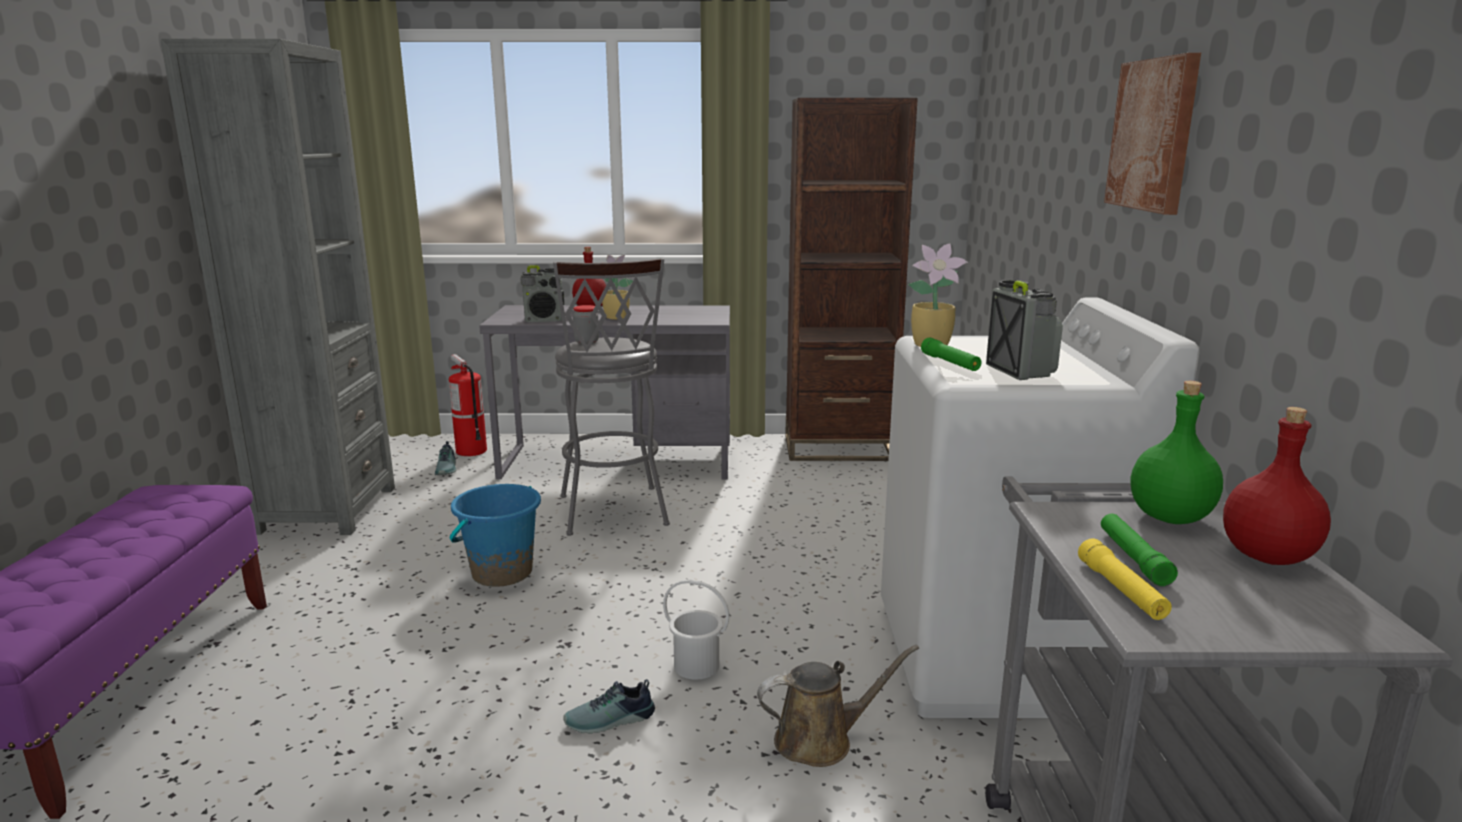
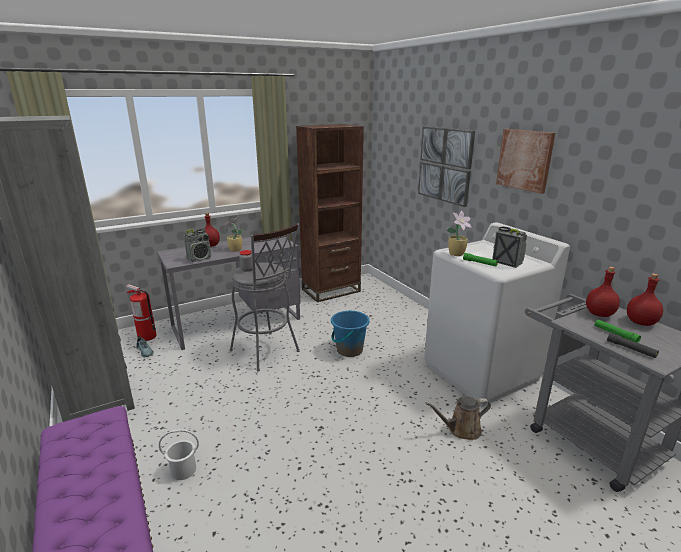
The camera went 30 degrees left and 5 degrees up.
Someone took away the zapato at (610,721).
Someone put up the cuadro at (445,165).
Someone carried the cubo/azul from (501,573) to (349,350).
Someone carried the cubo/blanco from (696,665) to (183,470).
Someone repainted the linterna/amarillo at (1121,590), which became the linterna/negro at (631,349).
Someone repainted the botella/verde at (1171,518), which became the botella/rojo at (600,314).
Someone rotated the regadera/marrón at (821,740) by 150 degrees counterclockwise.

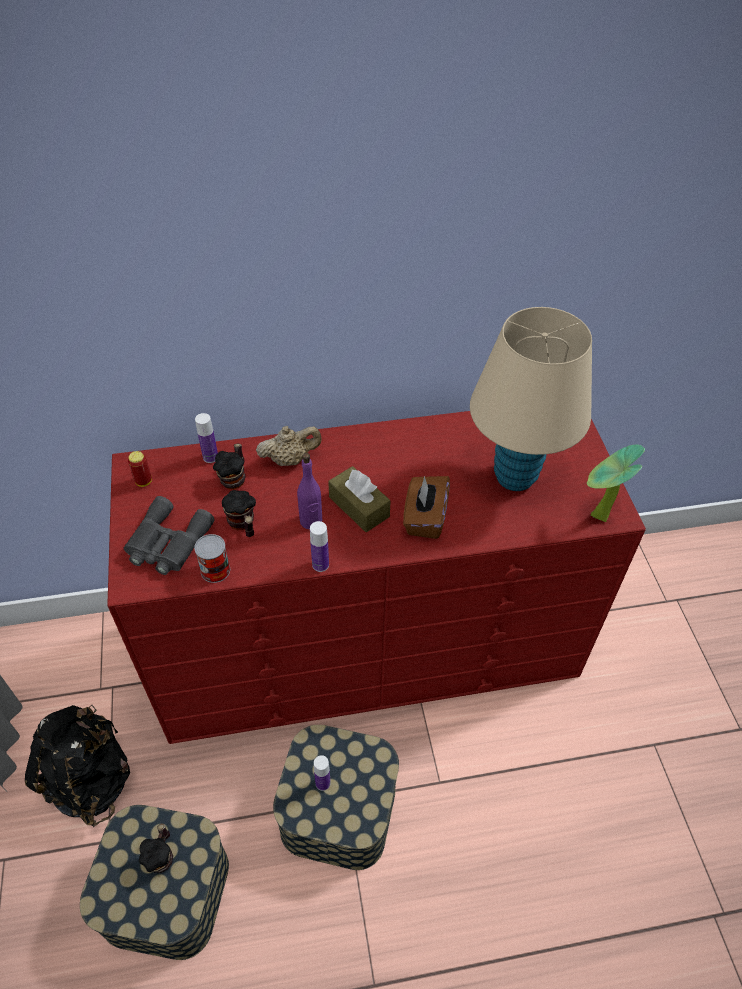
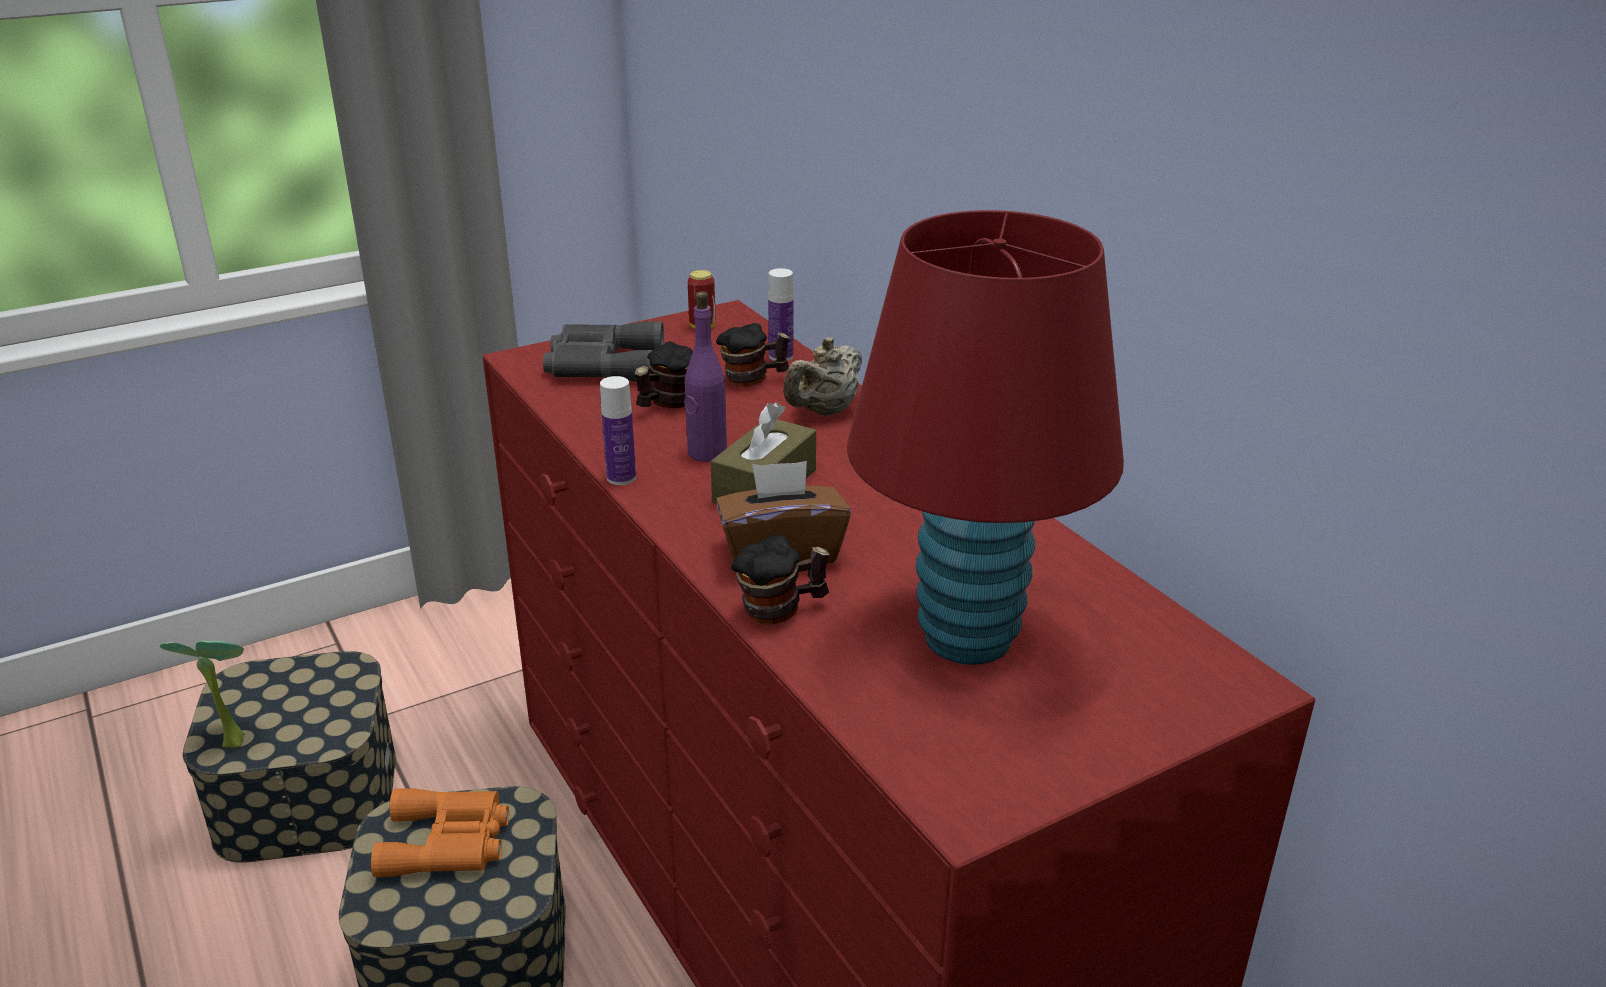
The camera went 70 degrees right and 20 degrees down.
Someone took away the mochila/negro at (91,779).
Someone took away the lata at (215,570).
Someone carried the taza grande from (162,856) to (781,610).
Someone carried the planta en maceta from (596,518) to (231,739).
Someone swapped the botella at (323,783) for the prismáticos/naranja at (448,842).
Someone repainted the lámpara de mesa/beis at (514,477), which became the lámpara de mesa/rojo at (967,638).
Someone rotated the tetera/beis at (290,459) by 75 degrees clockwise.

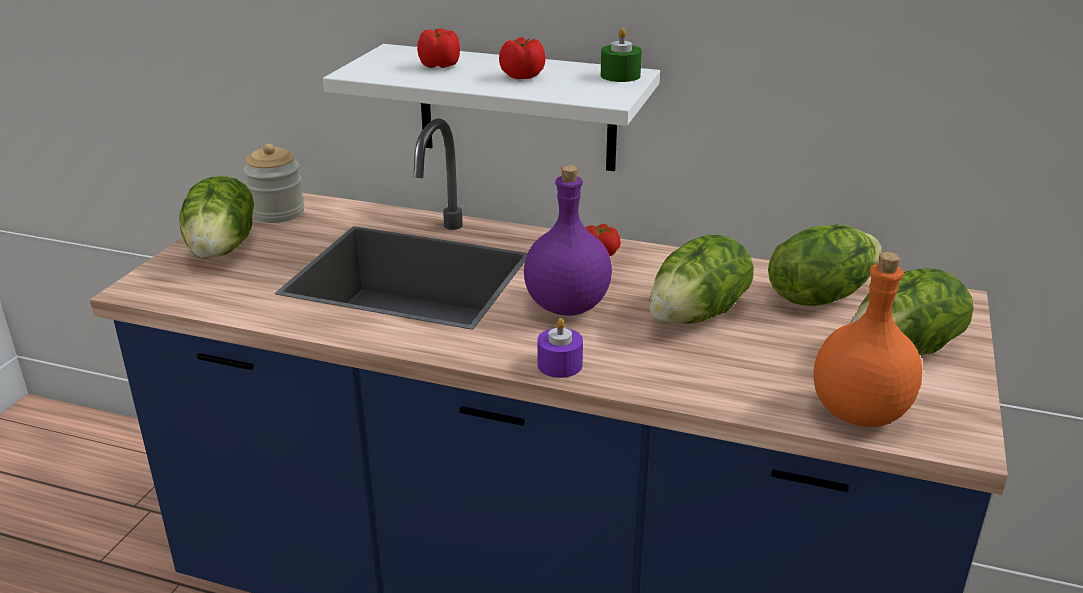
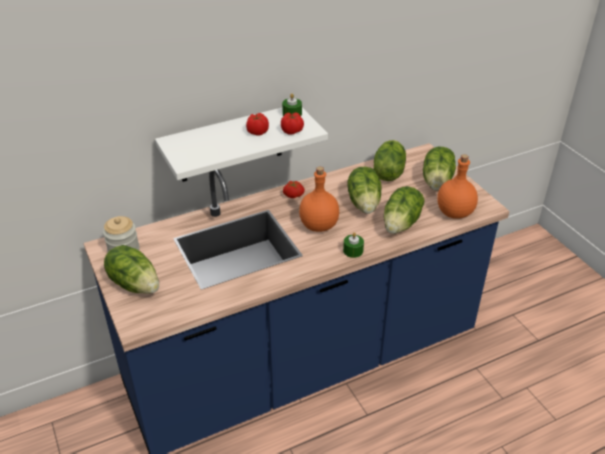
The camera went 45 degrees left and 10 degrees up.
Someone put down the lechuga at (402,224).
Someone carried the tomate from (440,66) to (292,131).
Someone repainted the botella/morado at (568,306), which became the botella/naranja at (319,225).
Someone repainted the vela/morado at (559,365), which became the vela/verde at (353,251).

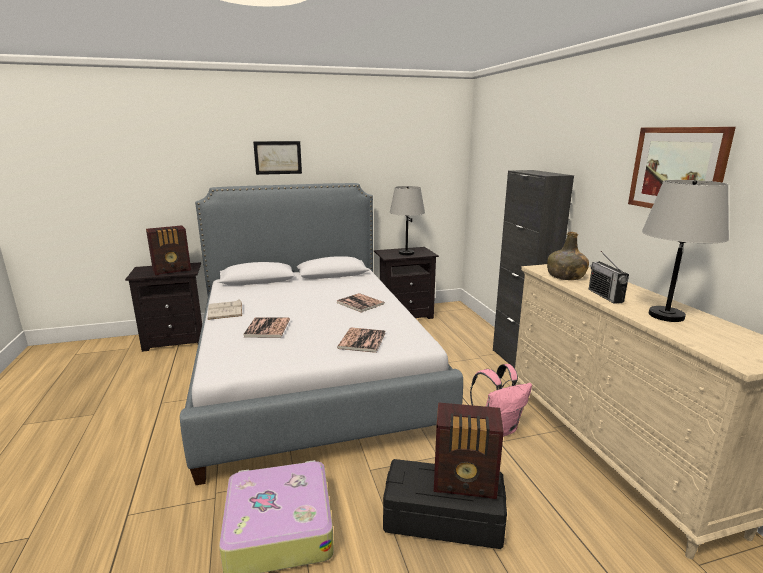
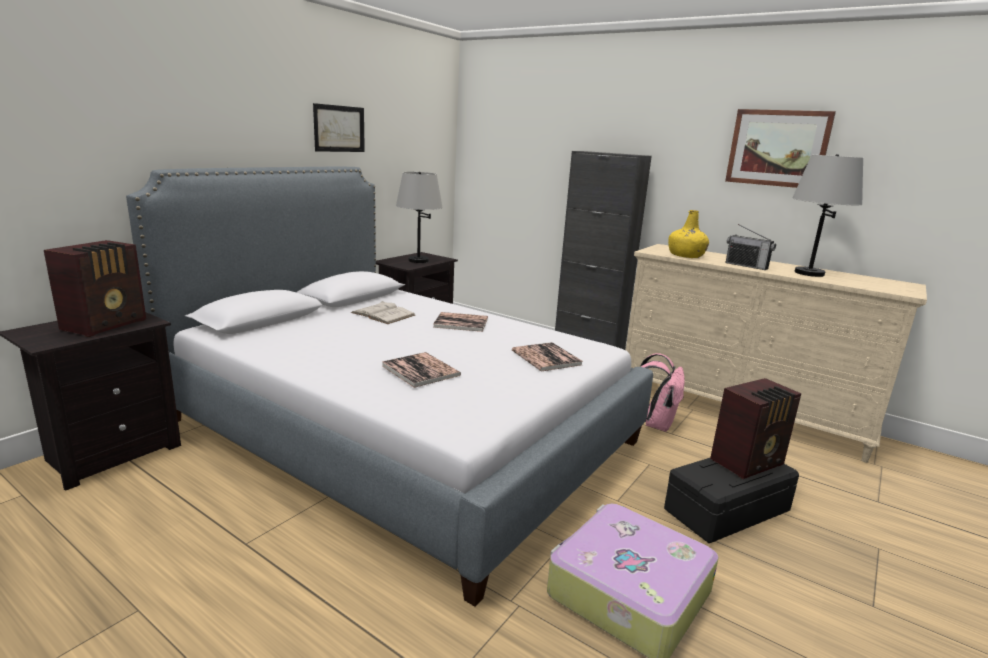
The camera went 40 degrees left and 0 degrees up.
Someone carried the libro/blanco from (225,310) to (383,314).
Someone carried the cuadro from (278,157) to (339,128).
Someone repainted the botella/verde at (565,276), which became the botella/amarillo at (686,255).

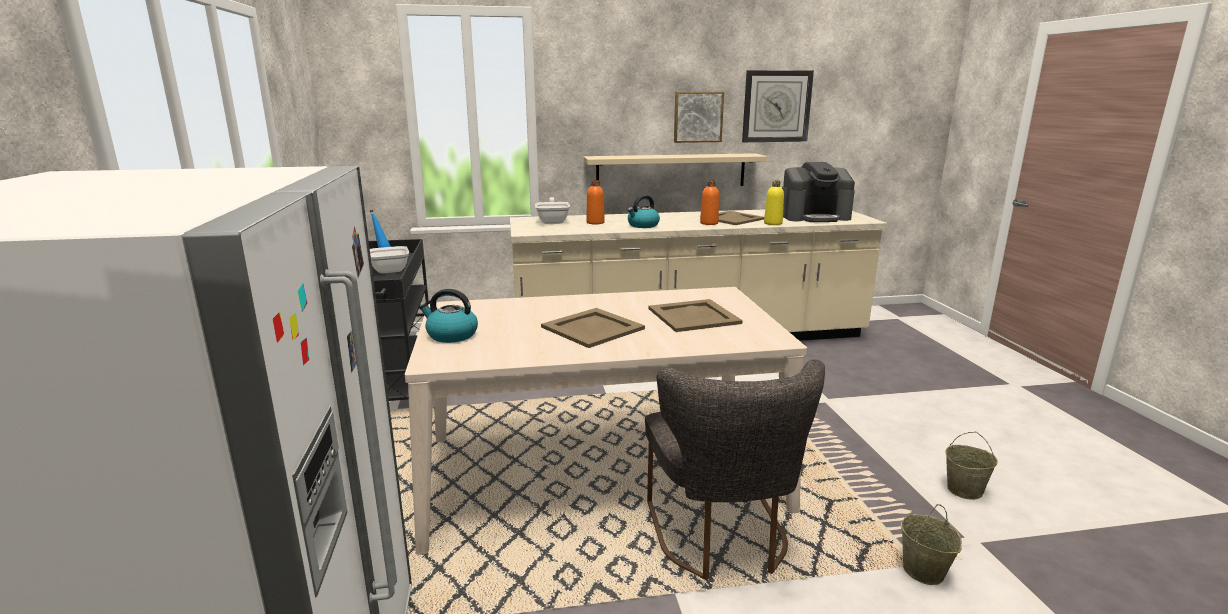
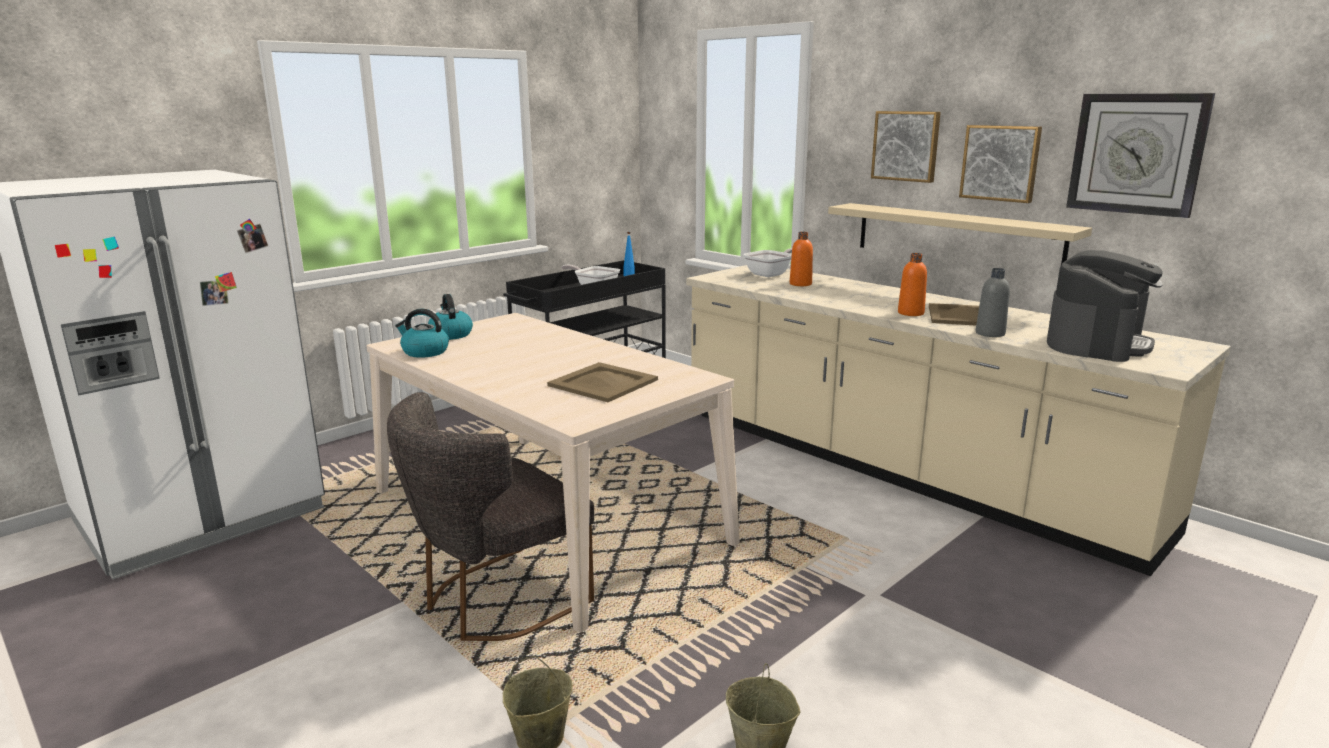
The camera went 55 degrees right and 0 degrees up.
Someone took away the bandeja/beis at (592,327).
Someone put up the cuadro at (906,146).
Someone carried the hervidor from (643,225) to (424,352).
Someone repainted the botella/amarillo at (773,223), which became the botella/gris at (990,333).
Someone rotated the cafetera at (814,217) by 105 degrees counterclockwise.

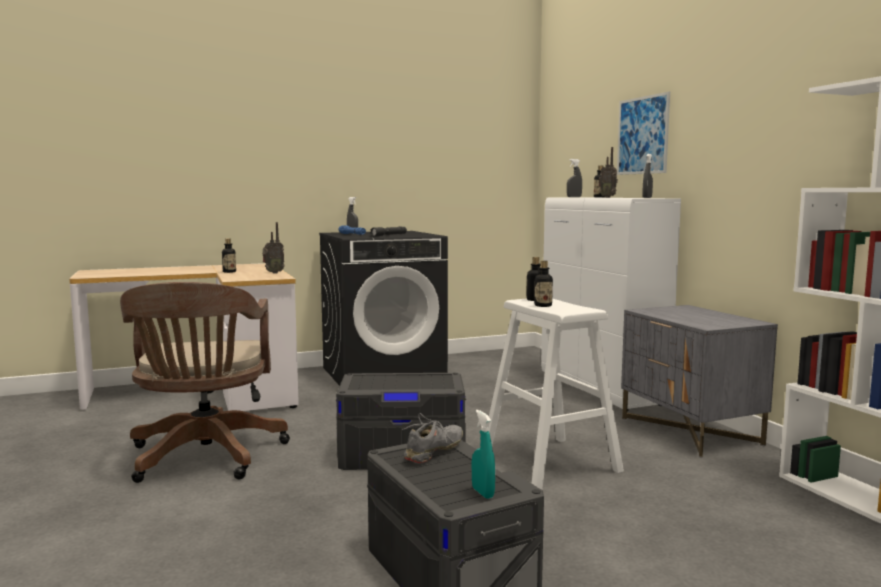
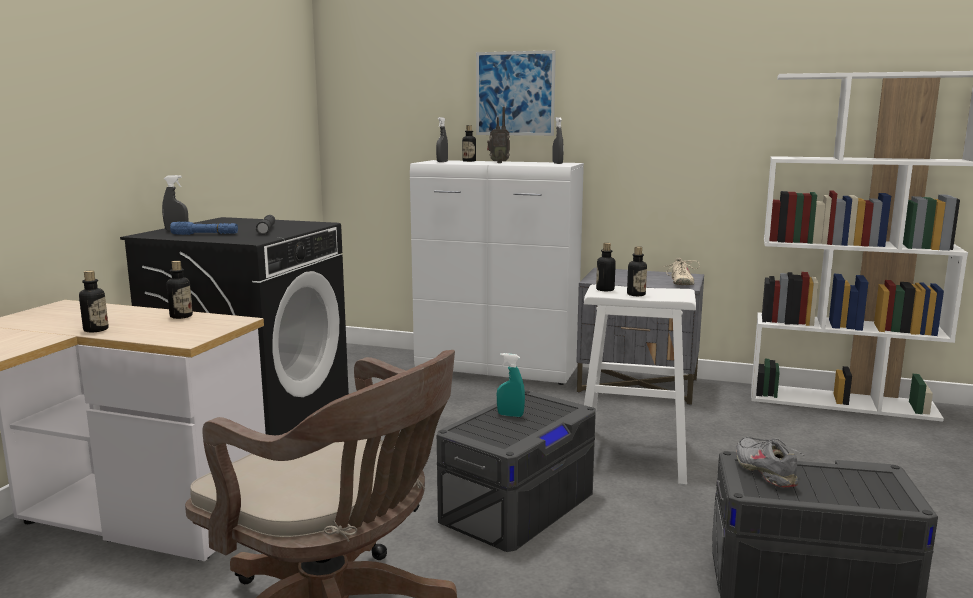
The camera went 50 degrees left and 5 degrees up.
Someone put down the zapato/beis at (680,282).
Someone carried the pulverizador/turquesa from (482,493) to (510,415).
Someone swapped the radio at (273,273) for the botella at (181,316).

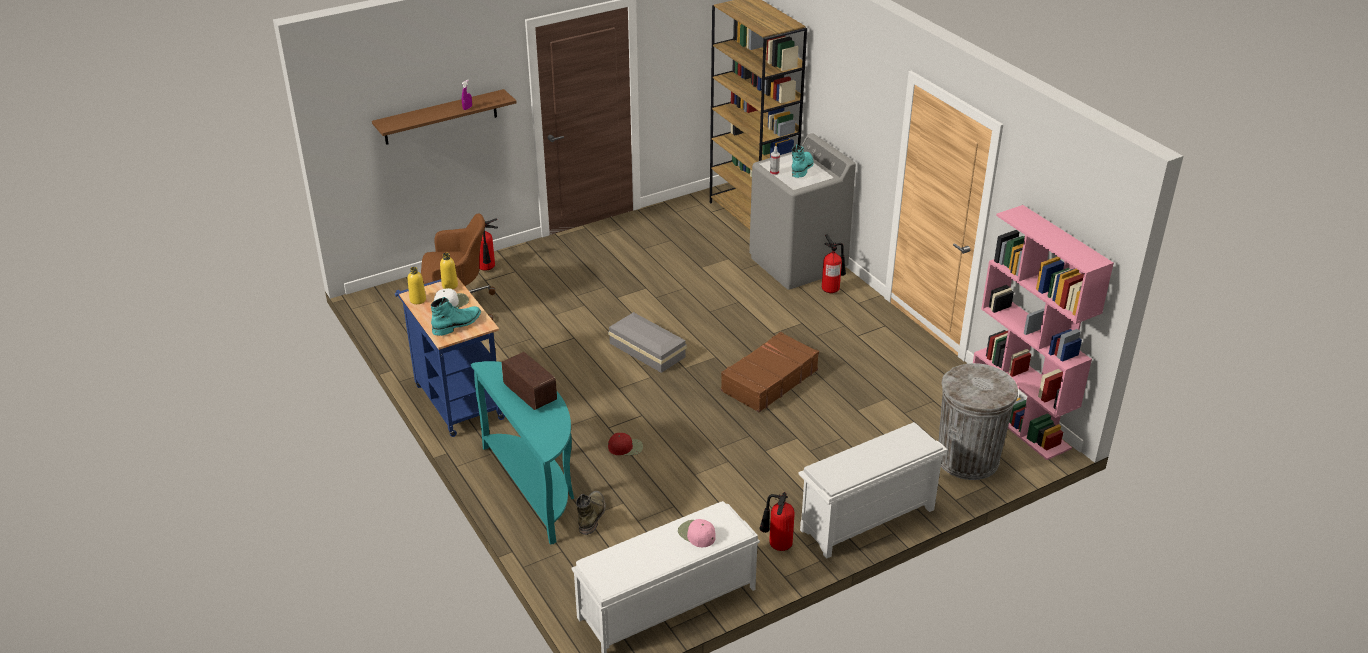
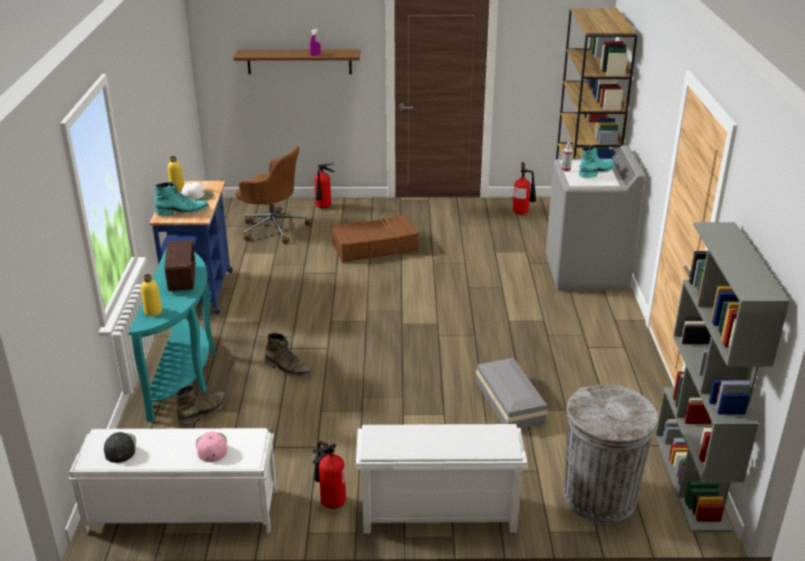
The camera went 30 degrees right and 5 degrees down.
Someone put down the gorra/negro at (120,448).
Someone carried the botella/amarillo from (450,285) to (153,311).
Someone carried the caja de almacenaje/gris from (647,349) to (510,401).
Someone carried the maleta/marrón from (768,380) to (374,247).
Someone carried the extintor from (832,289) to (522,212).
Someone swapped the gorra/rojo at (626,447) for the bota/verde at (288,368).
Someone repainted the estantería/rosa at (1019,421), which became the estantería/gris at (692,481).

